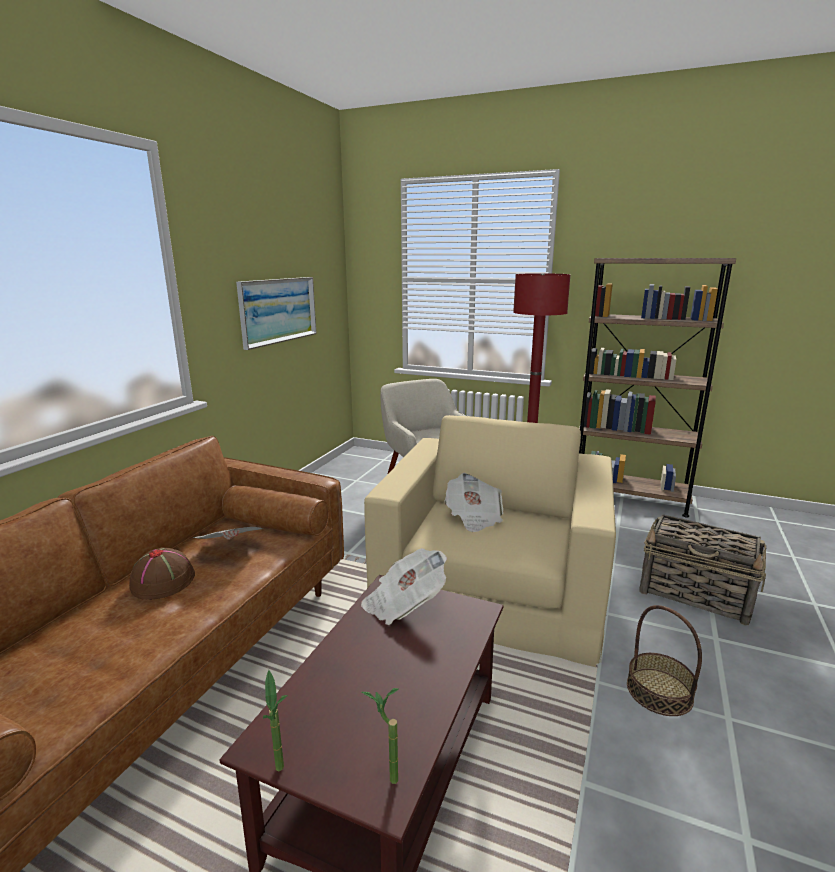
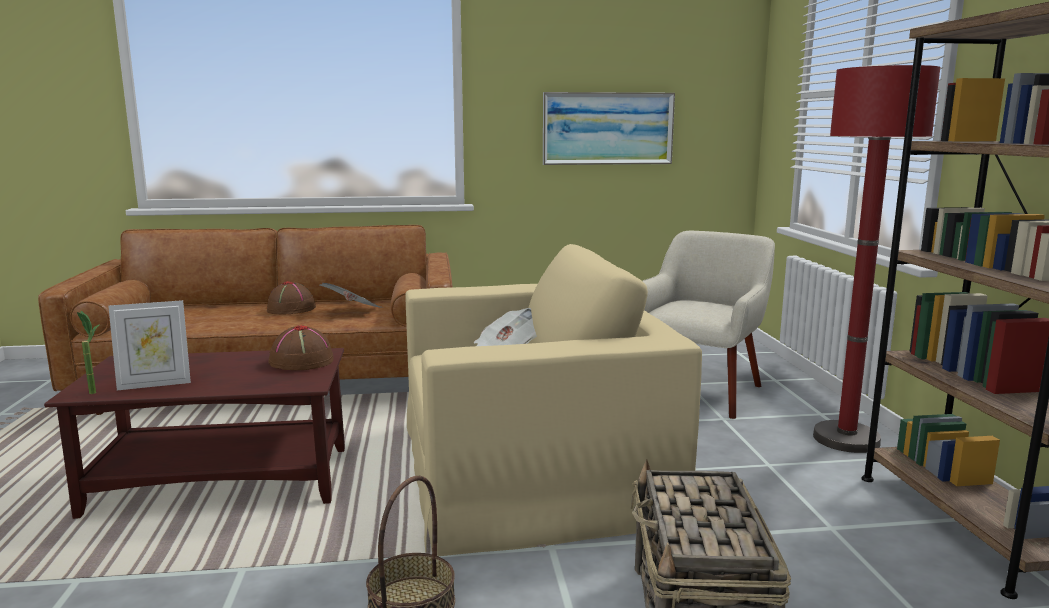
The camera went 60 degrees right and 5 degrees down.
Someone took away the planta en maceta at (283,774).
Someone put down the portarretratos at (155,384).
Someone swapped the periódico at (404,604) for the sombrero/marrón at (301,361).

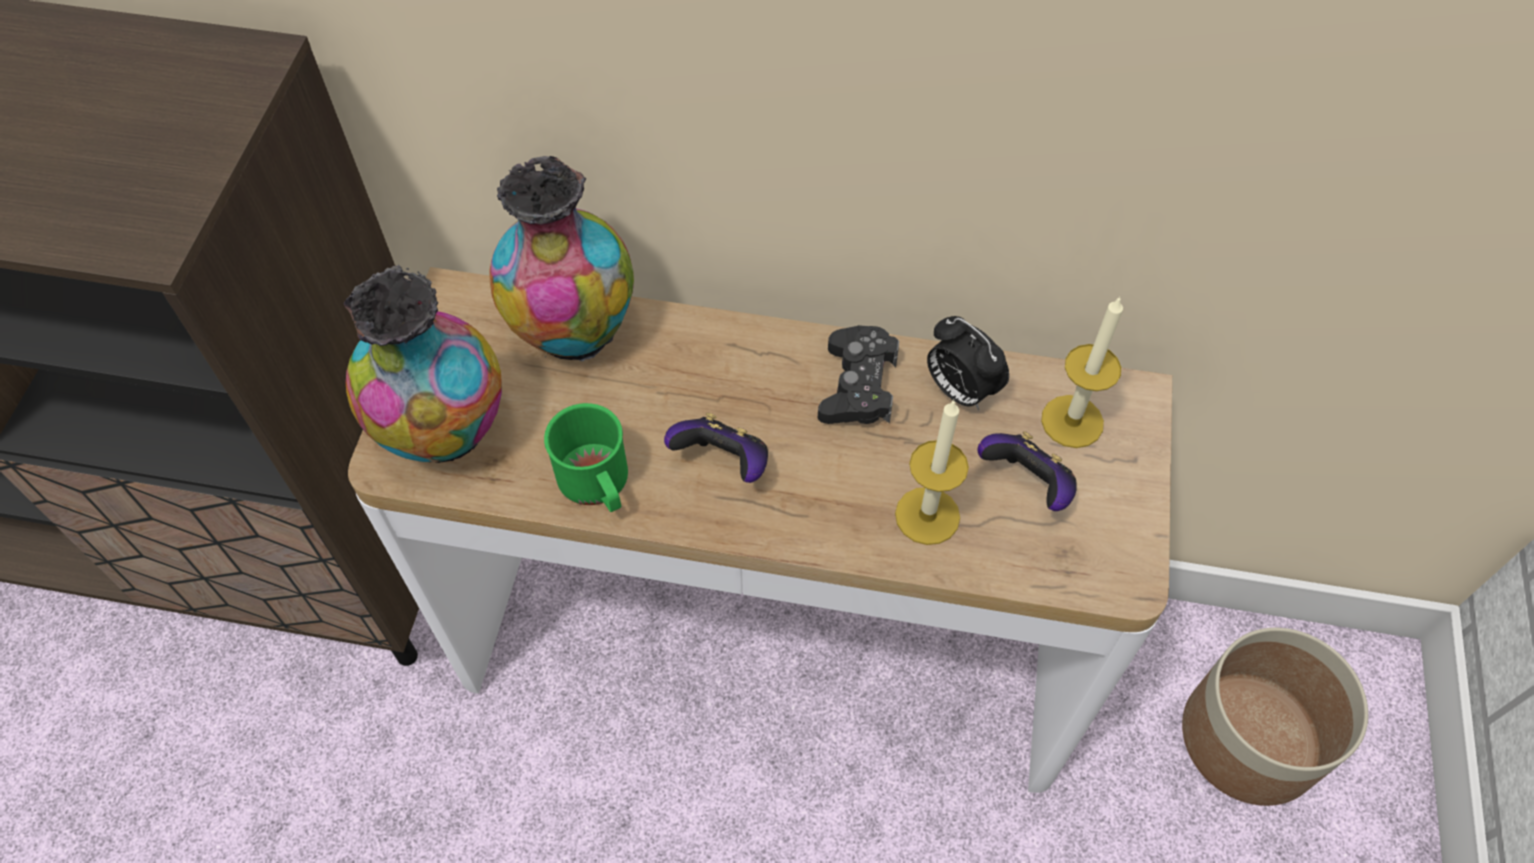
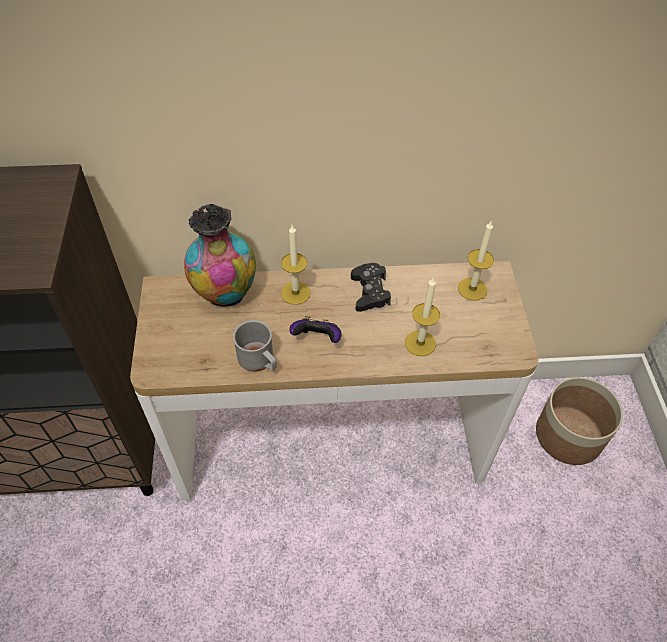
The camera went 15 degrees left and 5 degrees down.
Someone took away the florero at (444,433).
Someone took away the despertador at (959,390).
Someone took away the mando de consola at (1026,484).
Someone put down the vela at (295,293).
Someone repainted the taza grande/verde at (597,484), which became the taza grande/gris at (259,361).

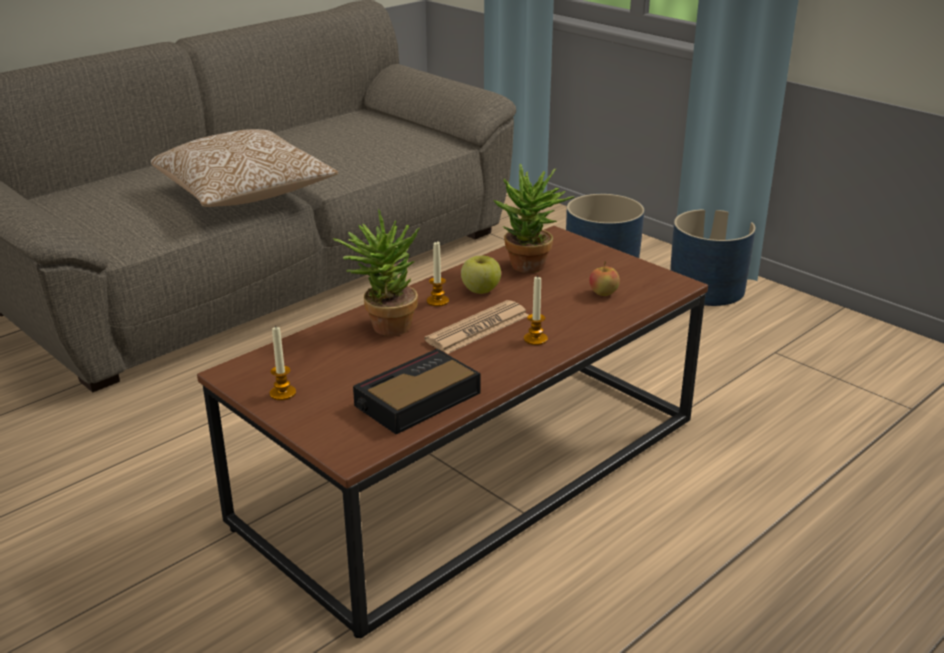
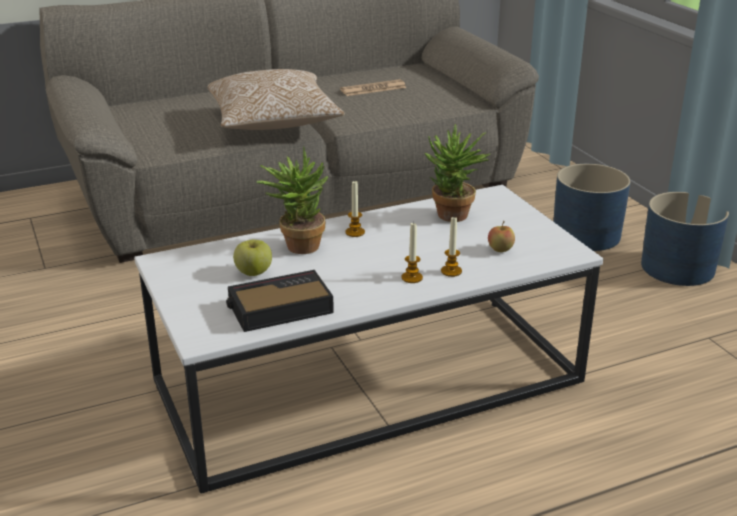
The camera went 20 degrees right and 0 degrees up.
Someone carried the vela from (282,393) to (451,271).
Someone carried the periódico from (478,328) to (373,89).
Someone carried the manzana from (480,290) to (253,272).
Someone repainted the mesa de centro/marrón at (472,470), which became the mesa de centro/blanco at (368,383).

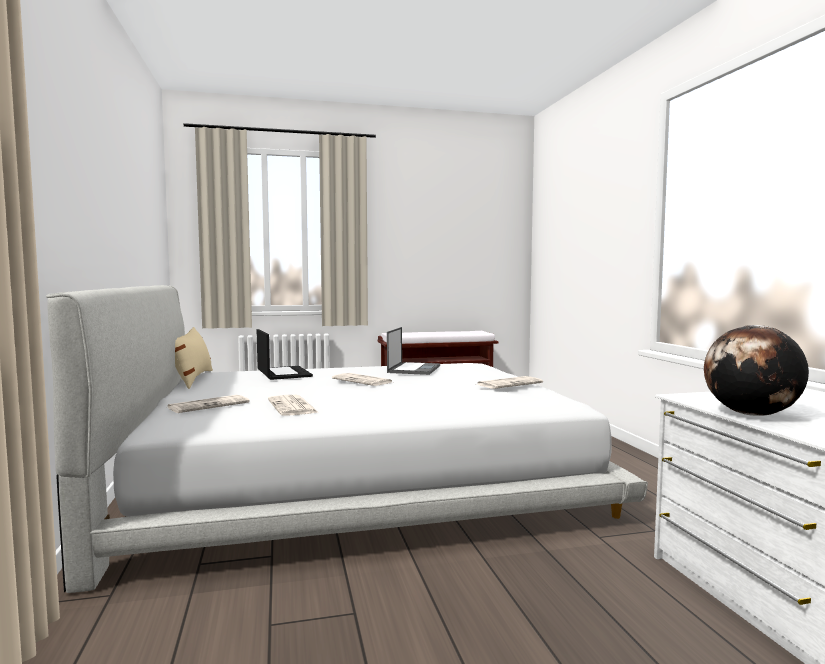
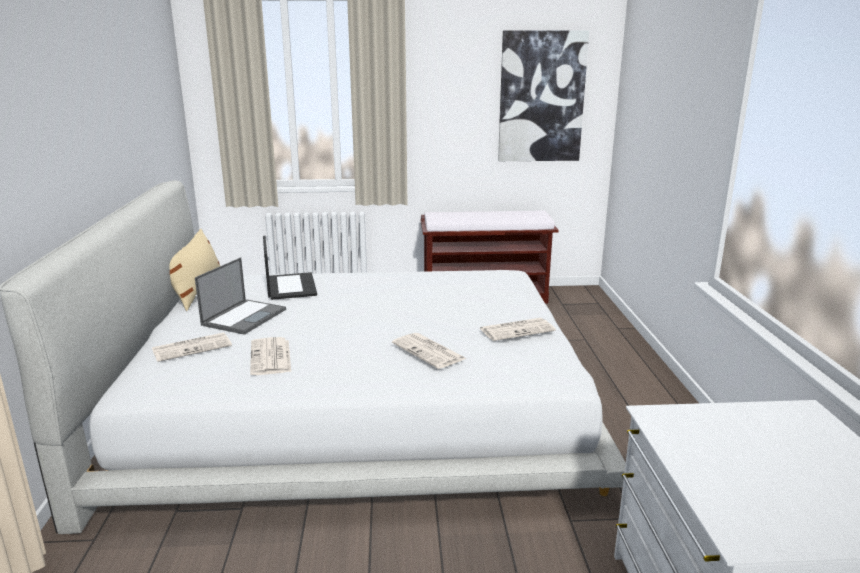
The camera went 10 degrees right and 15 degrees up.
Someone took away the globo terráqueo at (751,414).
Someone put up the cuadro at (541,97).
Someone carried the periódico from (363,380) to (429,351).
Someone carried the portátil from (414,369) to (244,317).

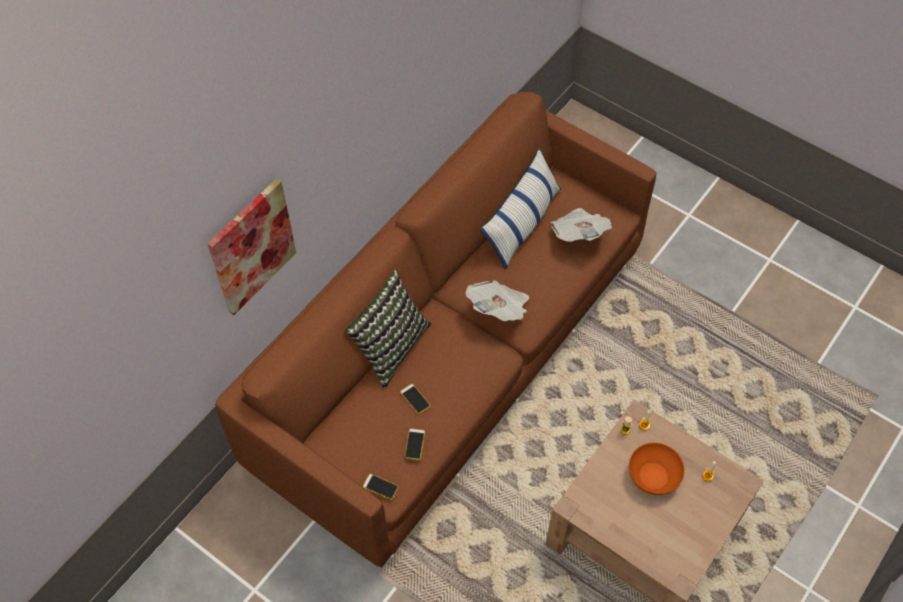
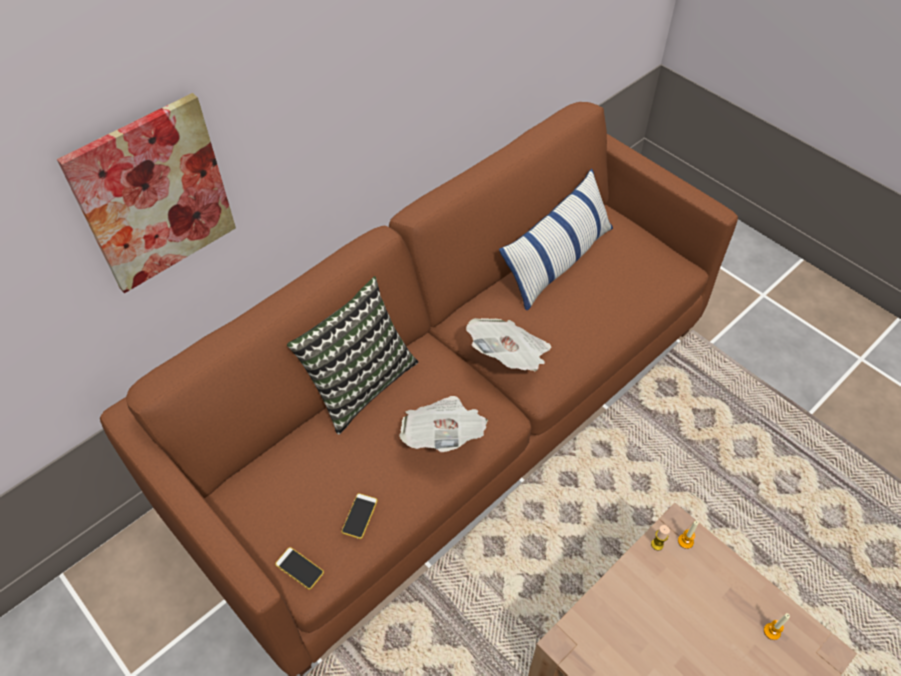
The camera went 10 degrees right and 5 degrees down.
Someone took away the móvil at (415,399).
Someone took away the cuenco/naranja at (653,476).
Someone carried the periódico from (579,234) to (443,435).

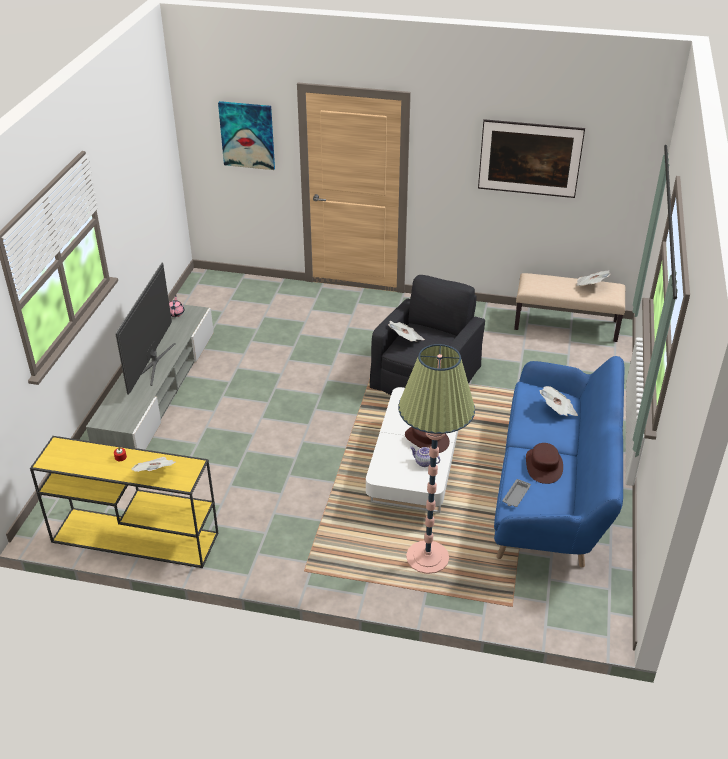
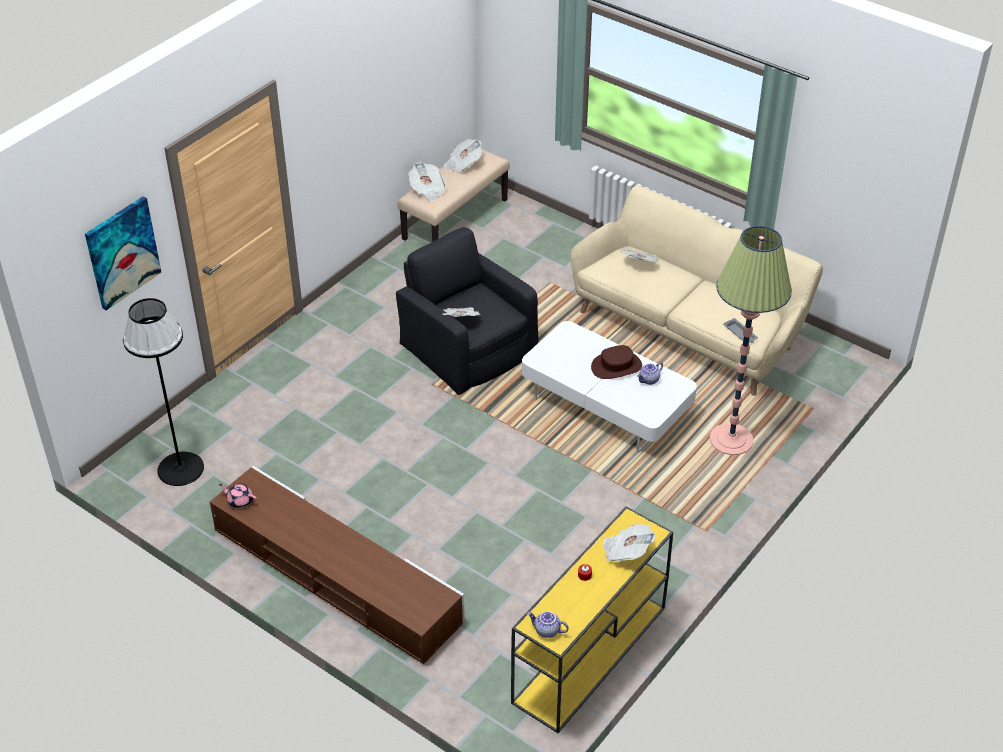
The camera went 65 degrees left and 5 degrees up.
Someone took away the televisor at (152,362).
Someone took away the cuadro at (528,175).
Someone took away the sombrero/marrón at (543,466).
Someone put down the lámpara de pie/negro at (180,469).
Someone put down the periódico at (427,190).
Someone put down the tetera at (547,631).
Someone repainted the mueble de televisión/gris at (157,389), which became the mueble de televisión/marrón at (335,576).
Someone repainted the sofá/azul at (553,491), which became the sofá/beis at (690,328).

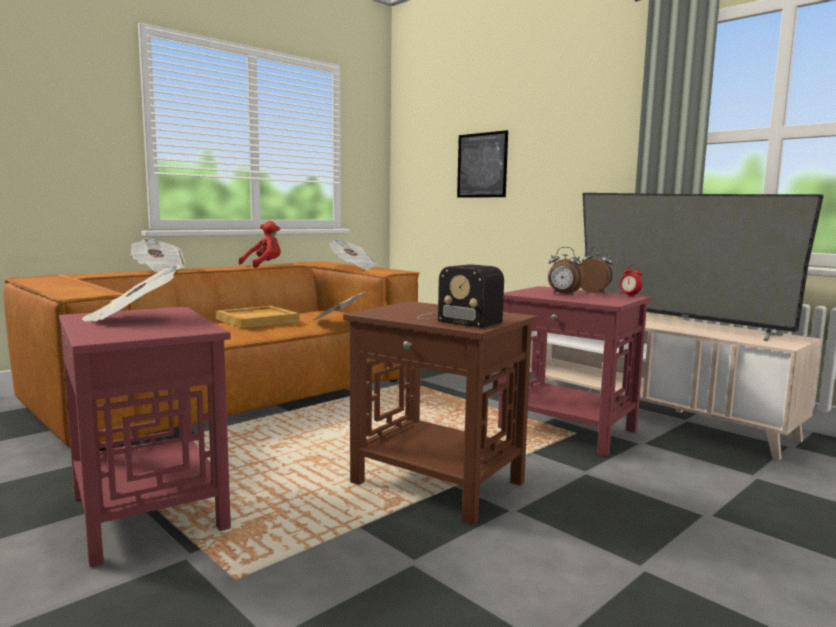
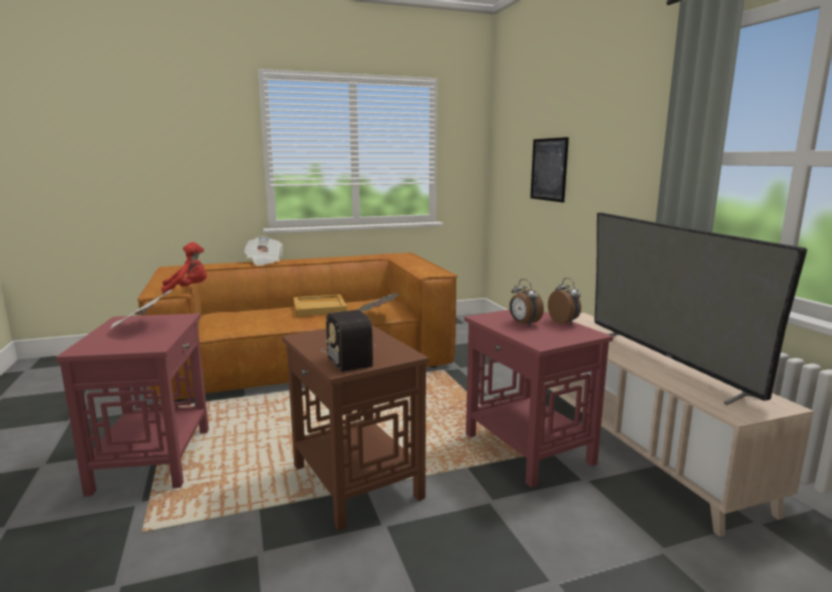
The camera went 25 degrees right and 5 degrees up.
Someone took away the periódico at (353,267).
Someone took away the despertador at (629,296).
Someone carried the peluche/rojo from (264,265) to (188,290).

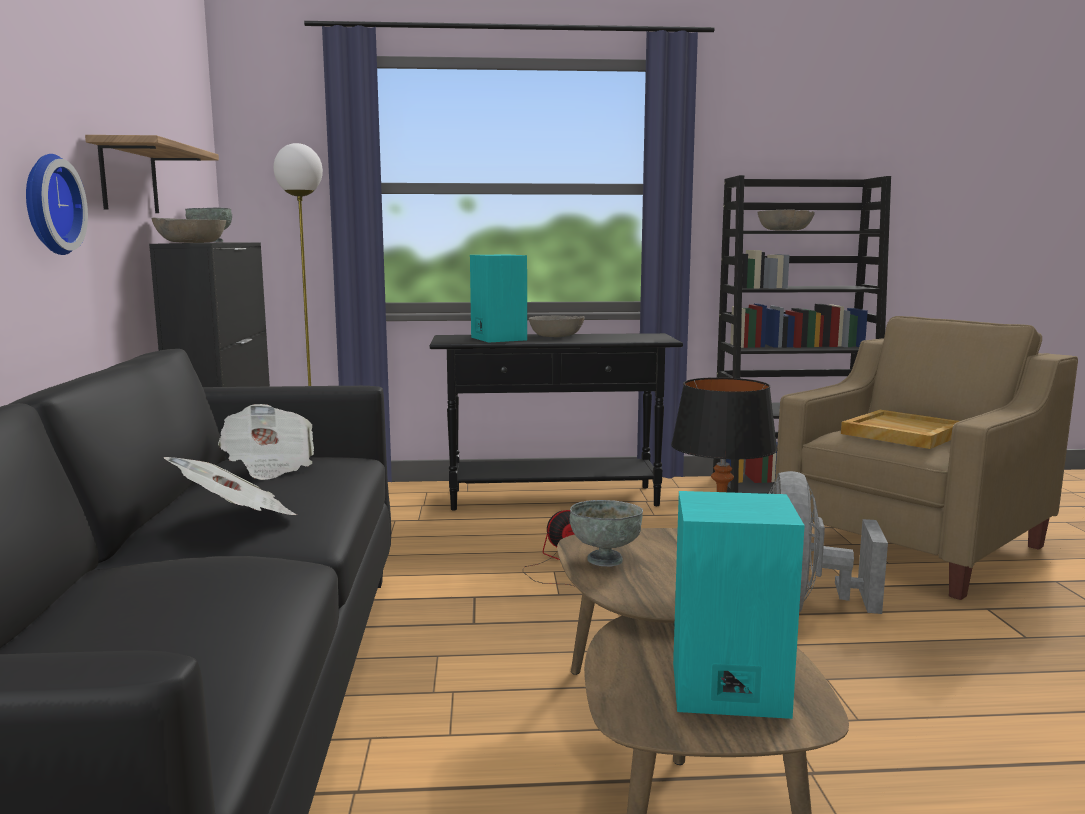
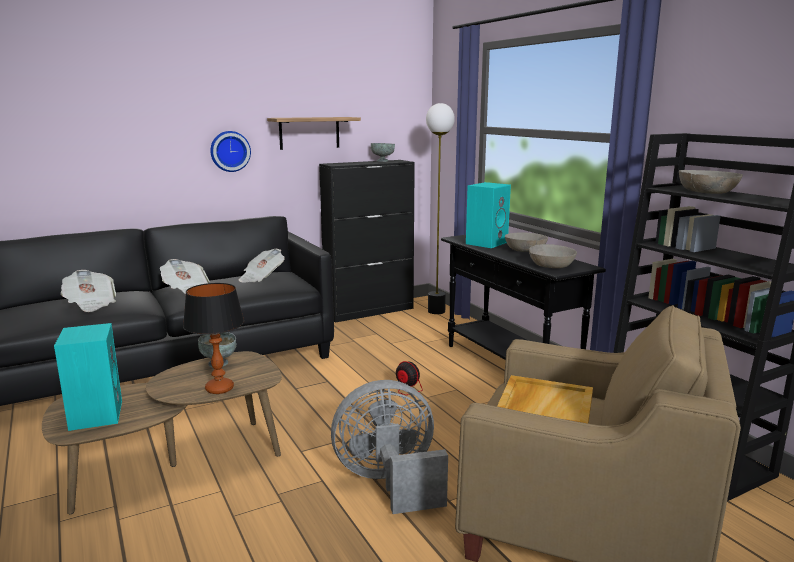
The camera went 65 degrees right and 5 degrees up.
Someone put down the periódico at (91,304).
Someone carried the cuenco/gris from (191,242) to (551,265).

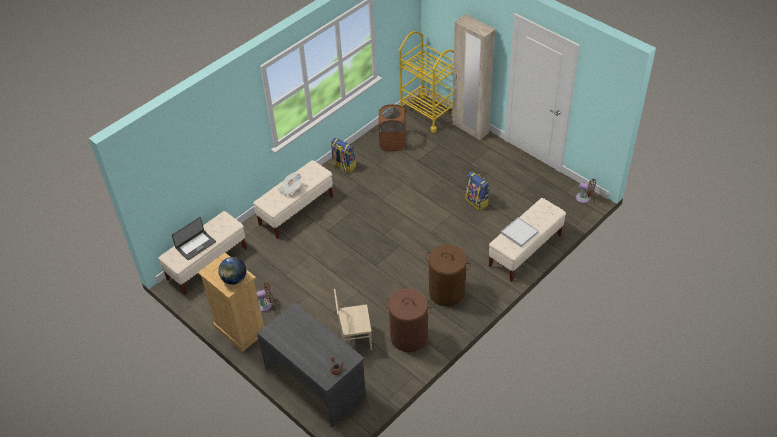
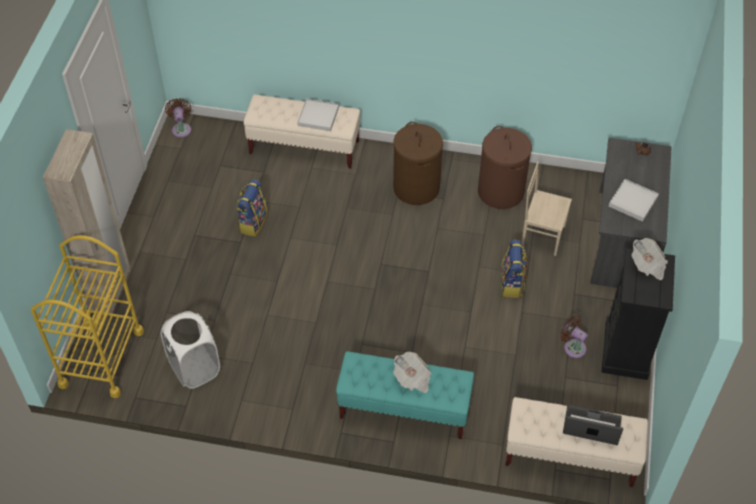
The camera went 125 degrees left and 5 degrees up.
Someone put down the bandeja/blanco at (633,201).
Someone carried the mochila from (343,166) to (512,284).
Someone swapped the globo terráqueo at (234,279) for the periódico at (648,265).
Someone repainted the cómoda/beis at (240,329), which became the cómoda/negro at (626,351).
Someone repainted the banco/beis at (296,210), which became the banco/turquesa at (404,409).
Someone repainted the cesto de la ropa/marrón at (393,143), which became the cesto de la ropa/blanco at (194,368).
Someone rotated the silla/beis at (355,338) by 150 degrees clockwise.

